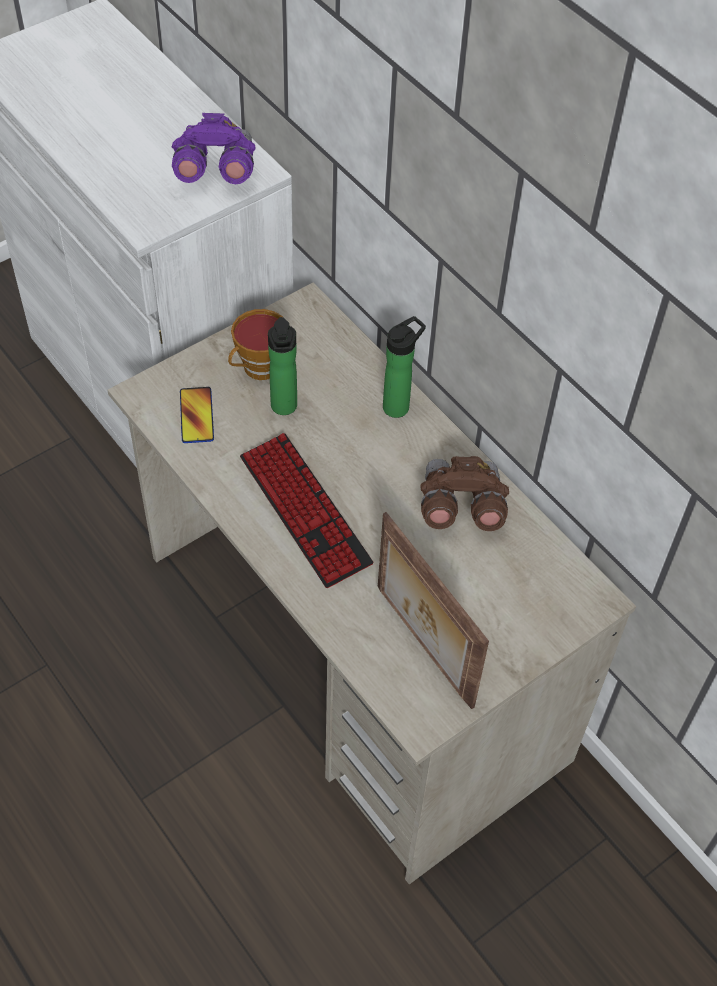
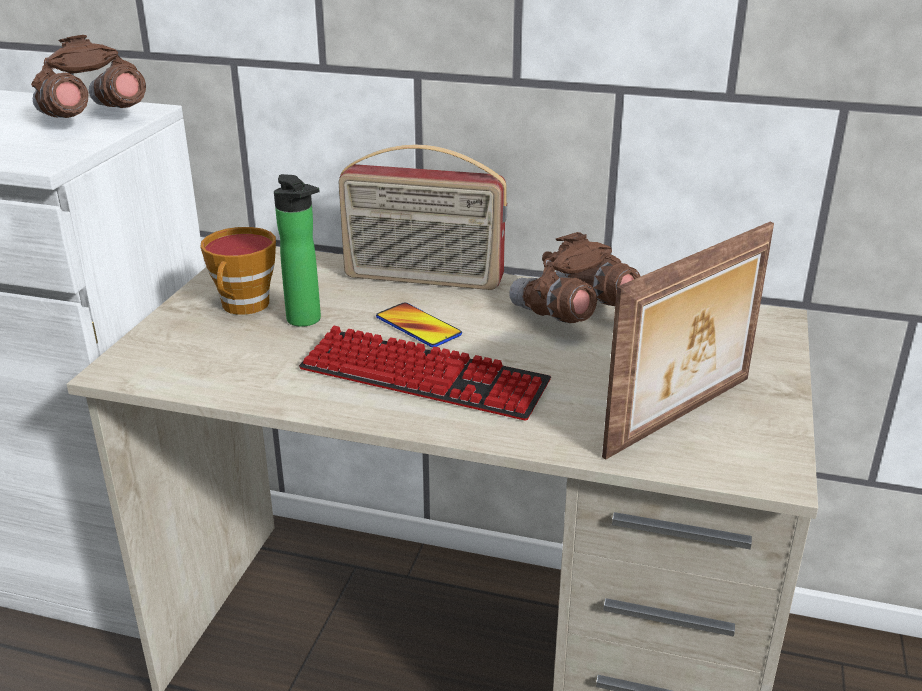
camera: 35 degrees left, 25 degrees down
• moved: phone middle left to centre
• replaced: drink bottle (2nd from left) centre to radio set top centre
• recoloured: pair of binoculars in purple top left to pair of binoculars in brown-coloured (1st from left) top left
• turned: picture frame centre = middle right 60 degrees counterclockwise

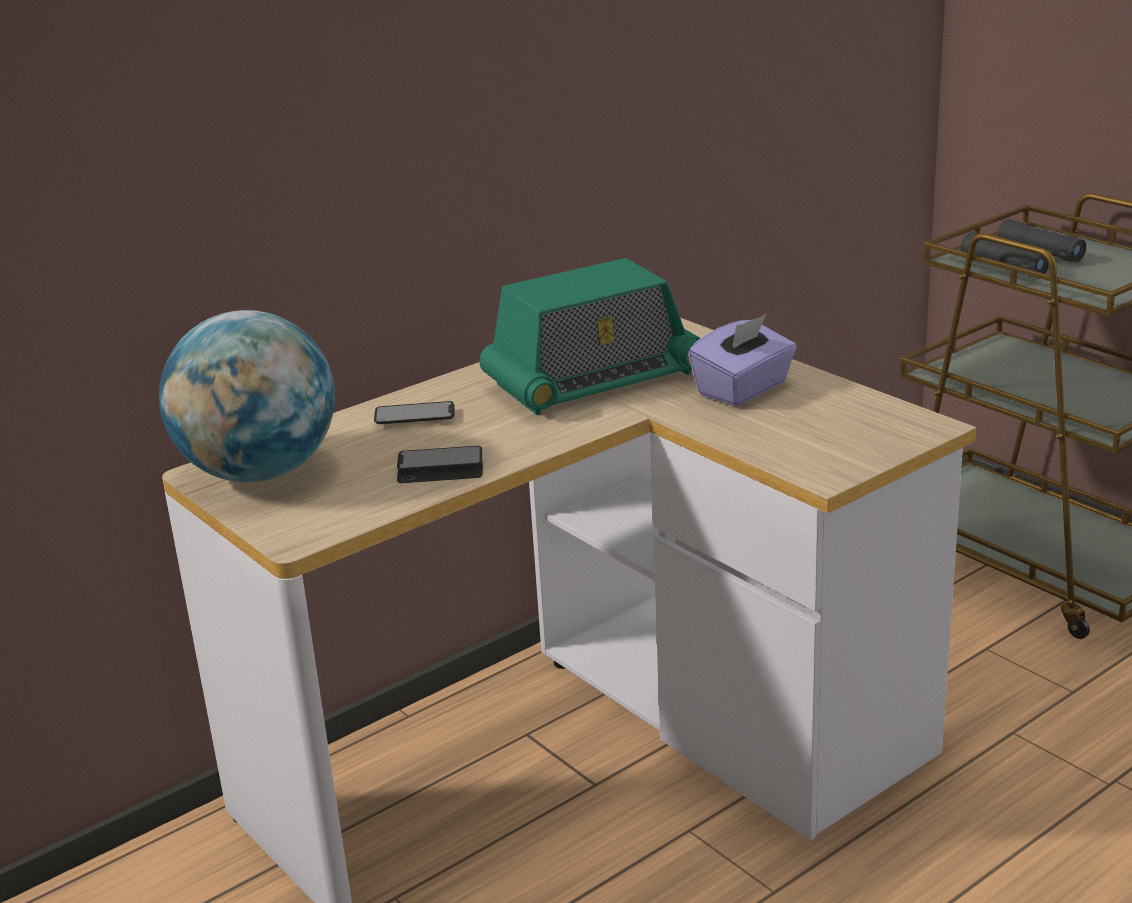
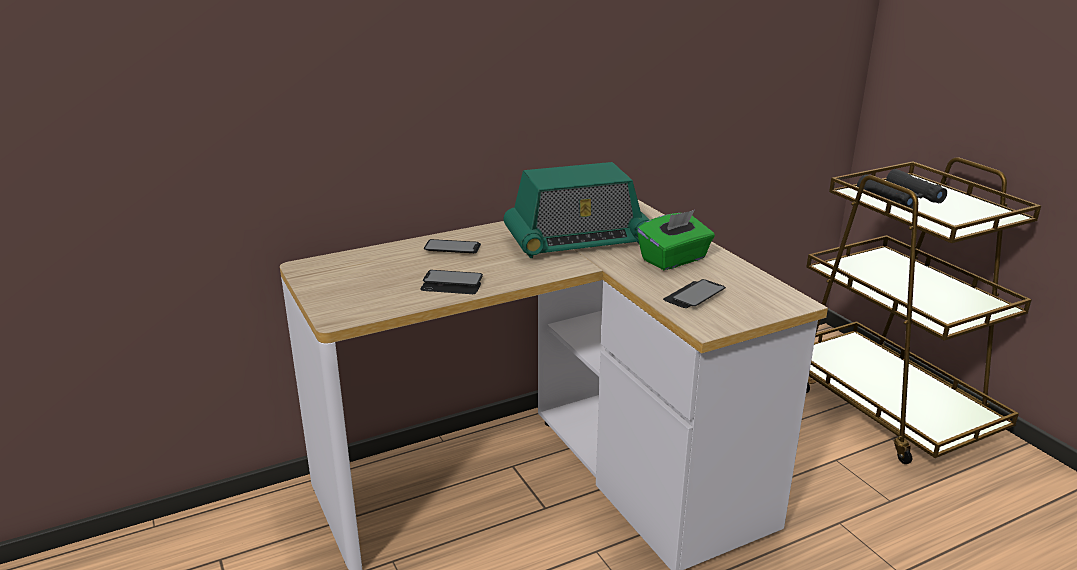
camera: 10 degrees right, 0 degrees up
• removed: desk globe middle left
• added: phone (3rd from left) centre
• recoloured: tissue box in purple centre to tissue box in green centre

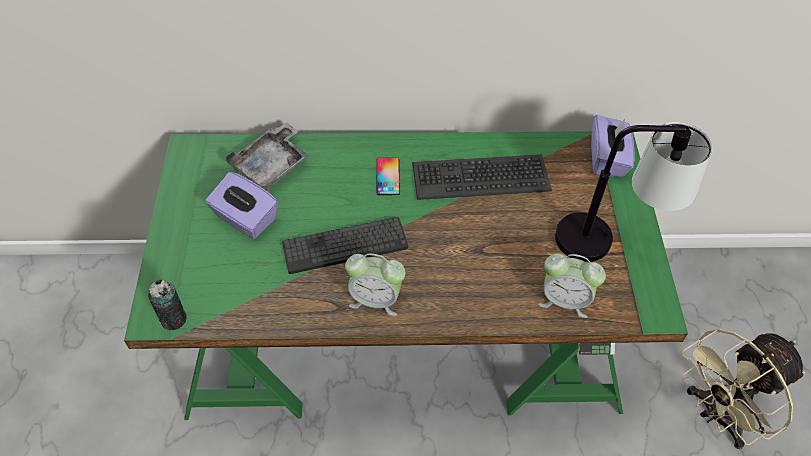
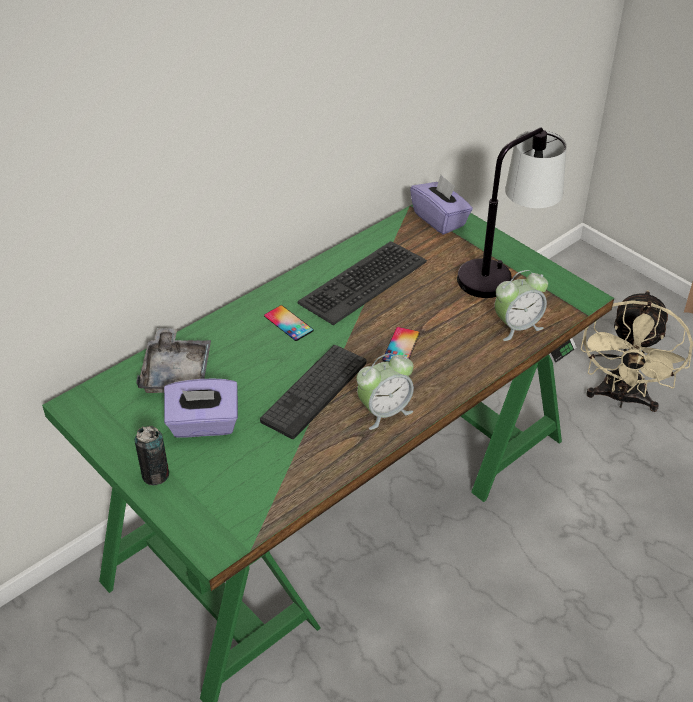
camera: 40 degrees left, 10 degrees down
• added: phone (2nd from left) centre
• moved: can bottom left to middle left

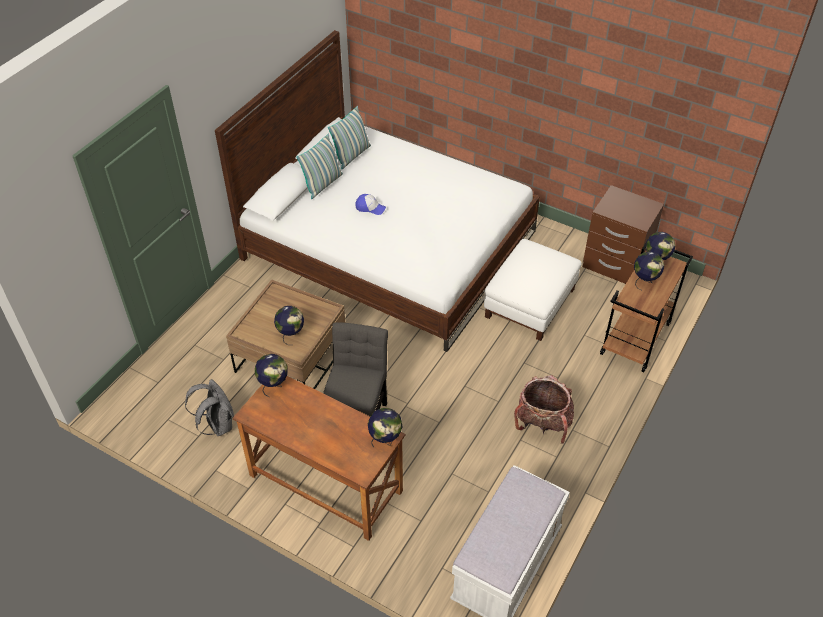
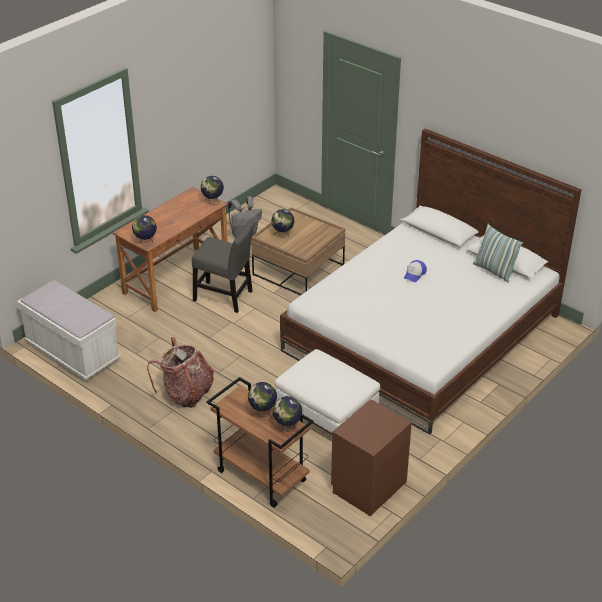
camera: 100 degrees right, 10 degrees down
• removed: throw pillow (1st from left) top centre

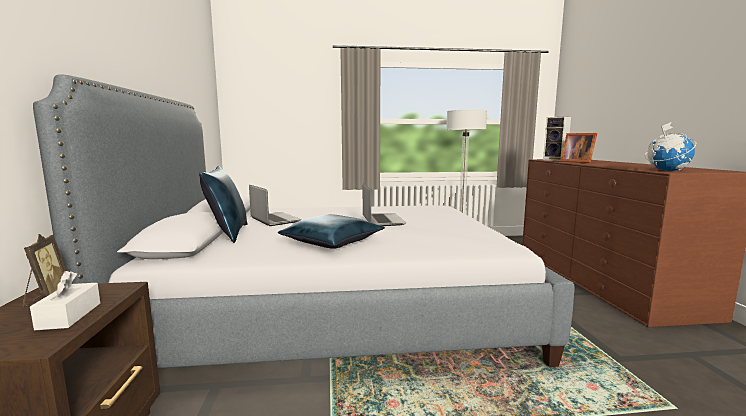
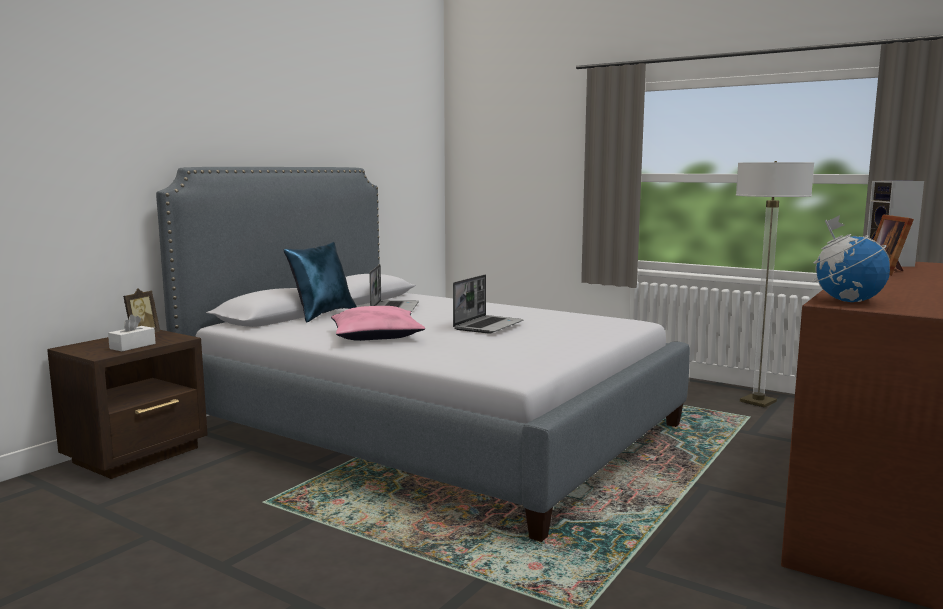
camera: 40 degrees right, 0 degrees up
• recoloured: throw pillow in blue-coloured (2nd from left) centre to throw pillow in pinkish centre

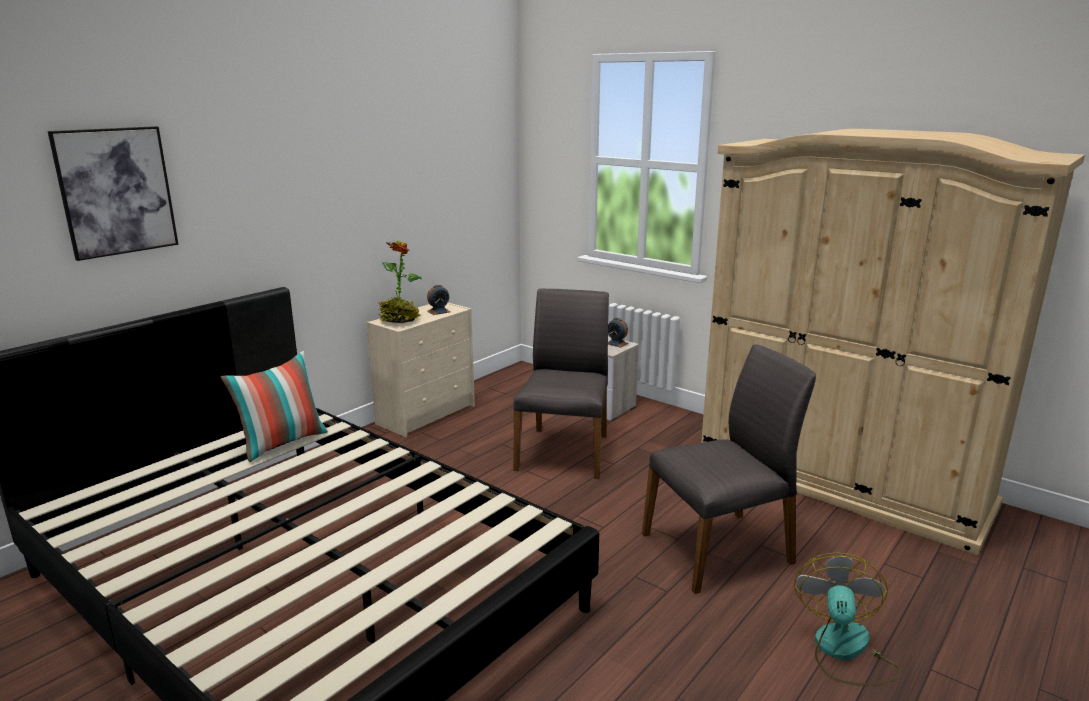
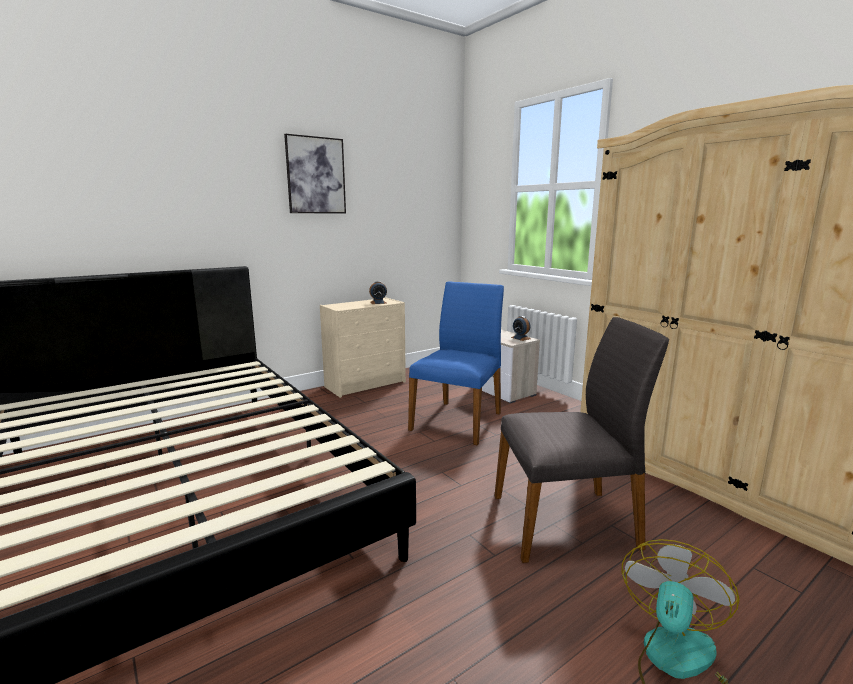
camera: 15 degrees right, 5 degrees down
• removed: throw pillow middle left
• removed: houseplant centre
• moved: wall art top left to top centre
• recoloured: upright chair in gray (1st from left) centre to upright chair in blue-coloured centre

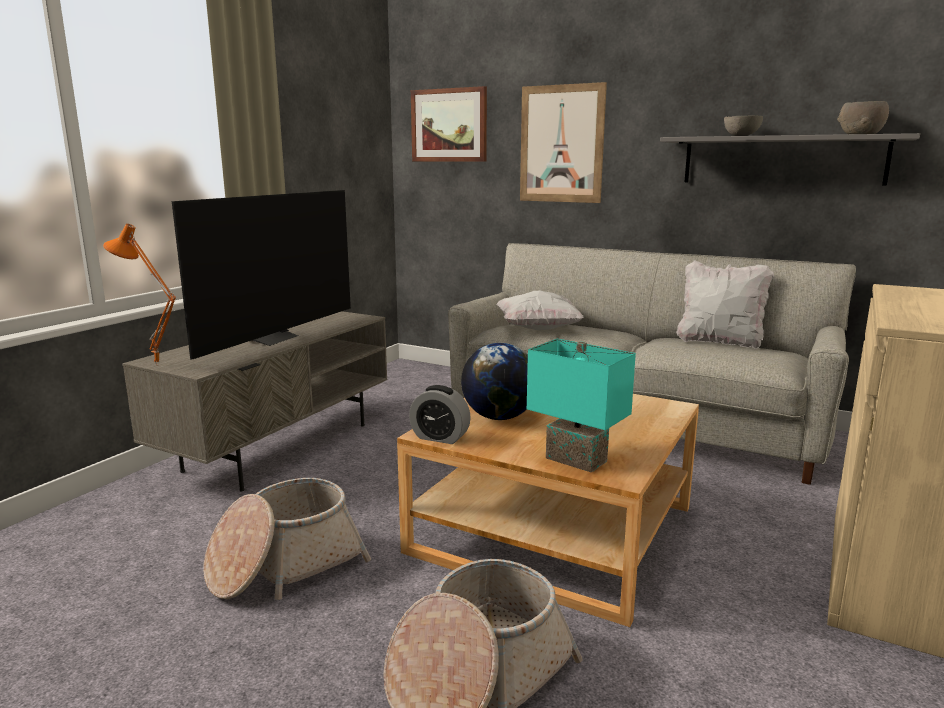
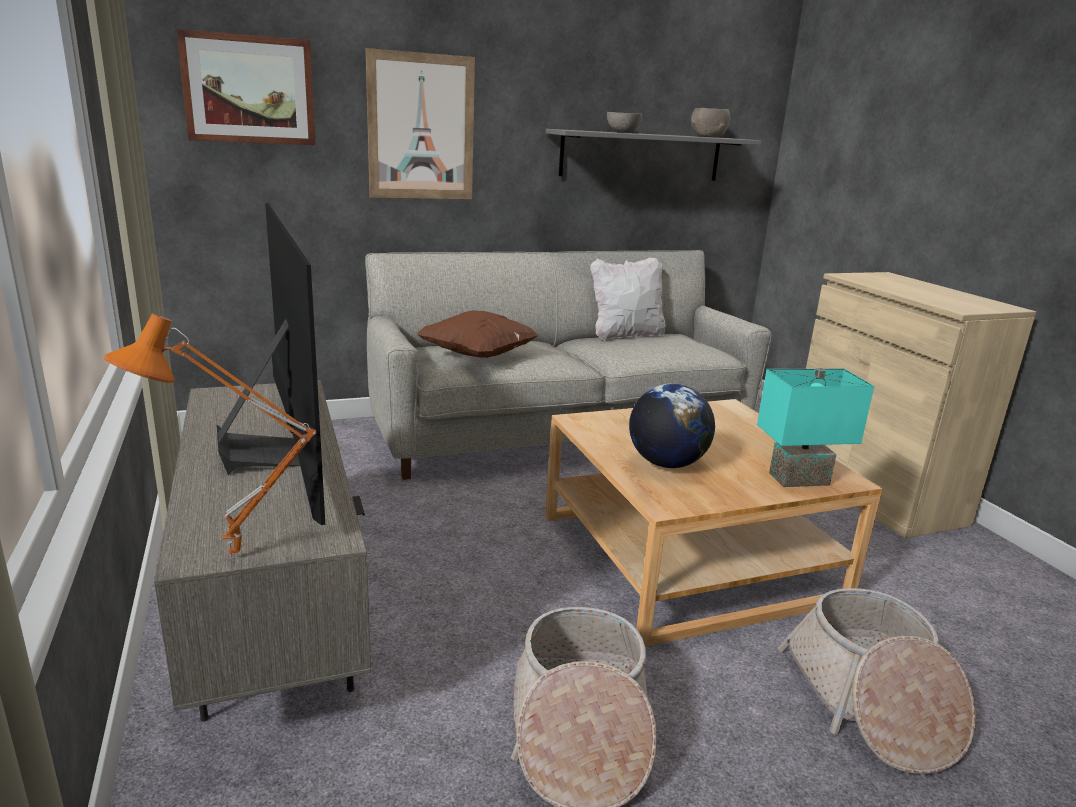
camera: 50 degrees left, 5 degrees up
• removed: alarm clock centre
• recoloured: throw pillow in white (1st from left) centre to throw pillow in brown-coloured centre

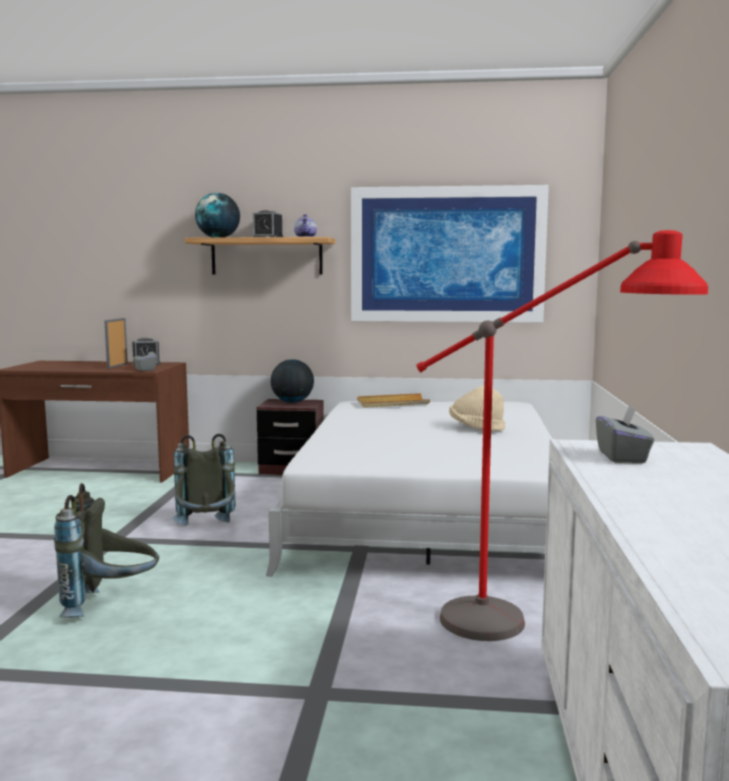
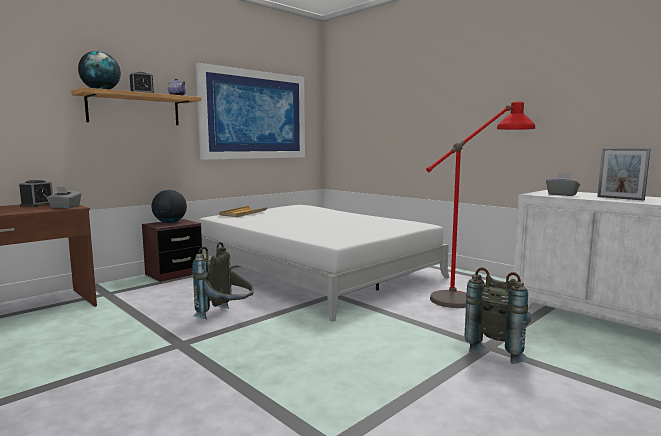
camera: 50 degrees left, 0 degrees up
• removed: clothing hat in sand-coloured centre
• moved: rucksack in gray (1st from left in the first image) bottom left to rucksack in gray (2nd from left) bottom right
• moved: picture frame middle left to middle right

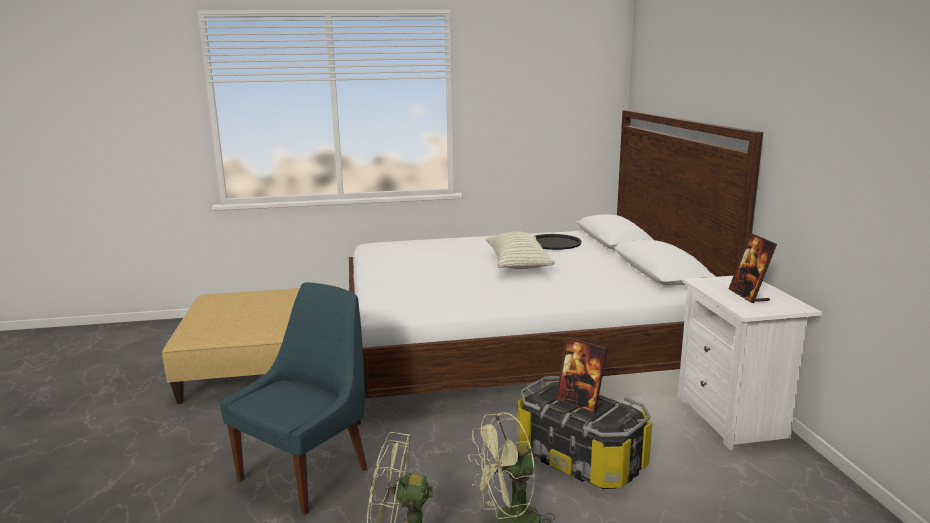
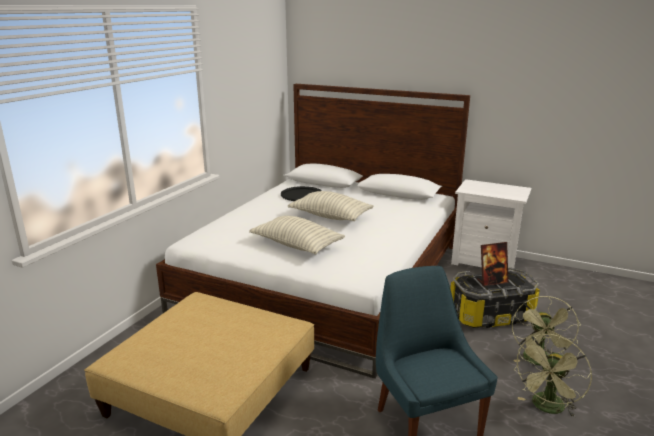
camera: 55 degrees left, 5 degrees up
• removed: picture frame (2nd from left) middle right
• added: throw pillow (1st from left) centre

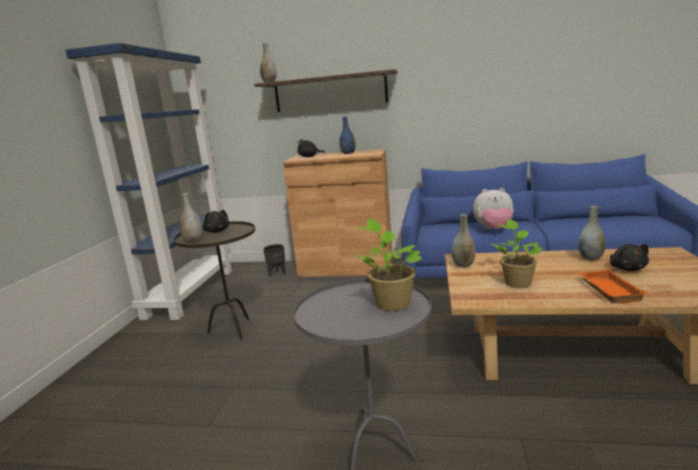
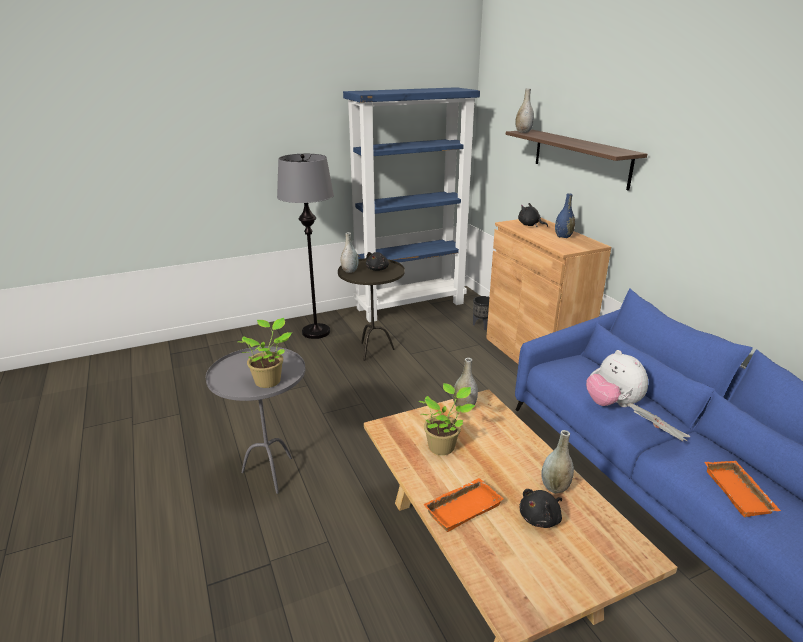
camera: 55 degrees right, 10 degrees up
• added: standard lamp in gray centre
• added: printed paper middle right
• added: serving tray in orangey (2nd from left) bottom right

